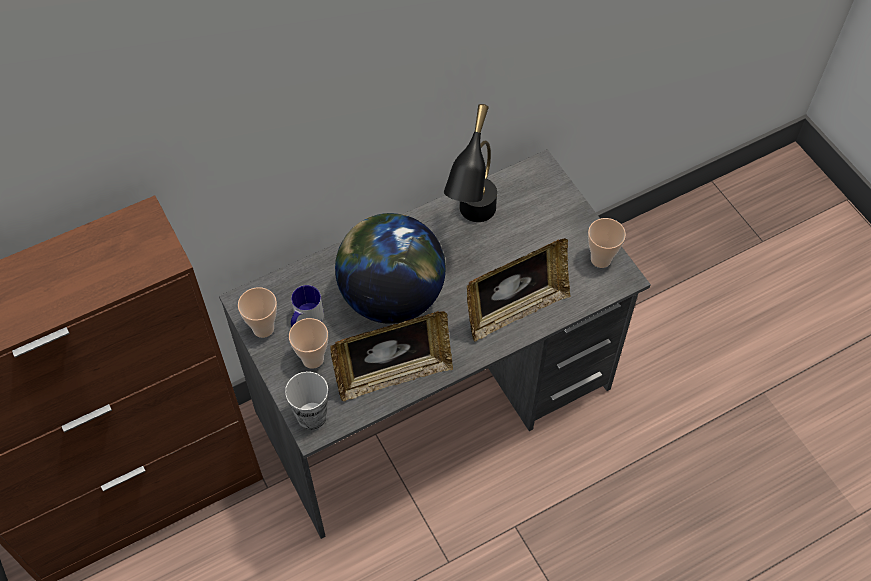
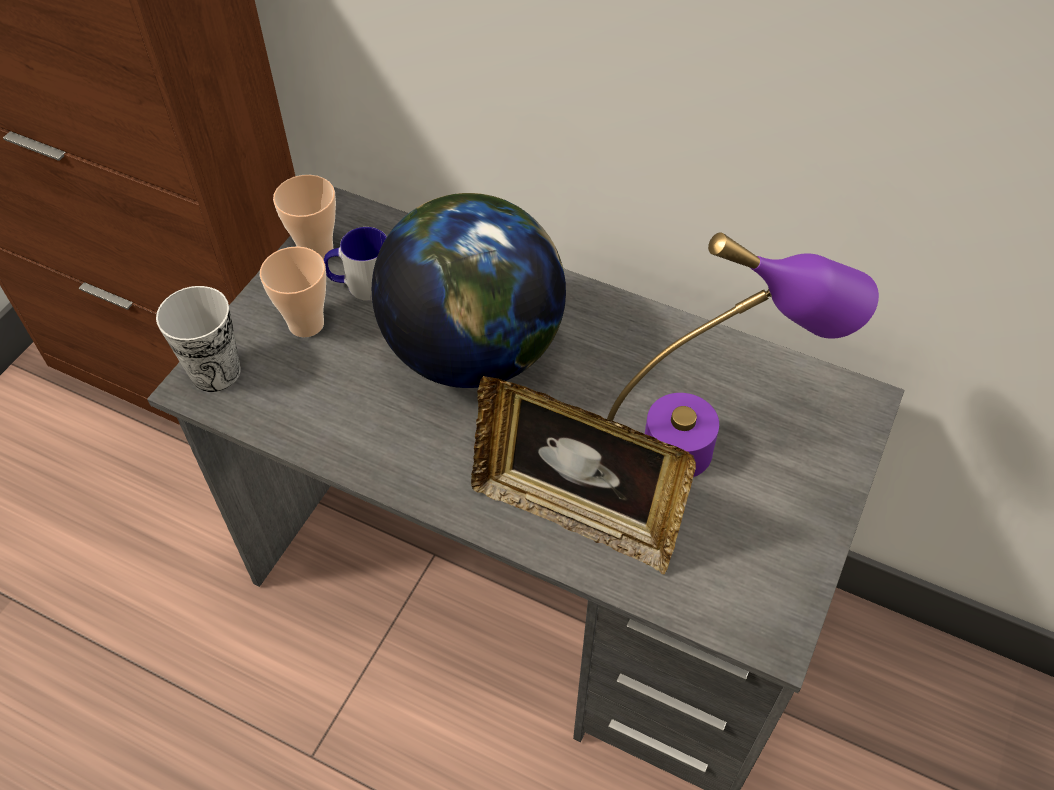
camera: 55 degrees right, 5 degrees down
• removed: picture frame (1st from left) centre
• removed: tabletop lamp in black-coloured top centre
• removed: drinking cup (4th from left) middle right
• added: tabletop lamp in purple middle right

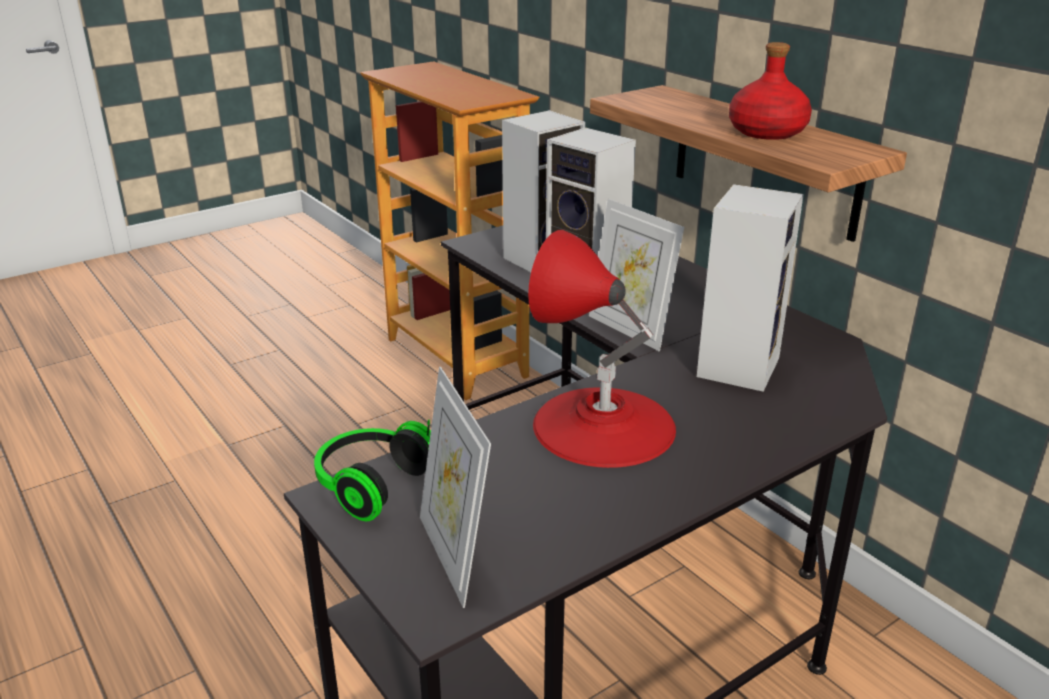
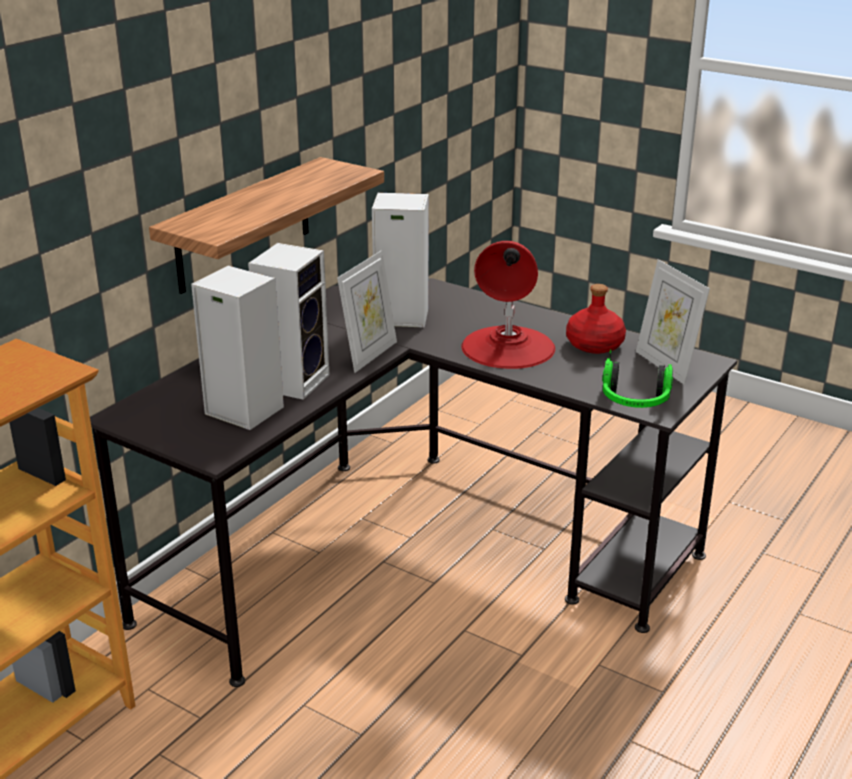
camera: 110 degrees left, 0 degrees up
• moved: drink bottle in red top right to middle right
• turned: picture frame (1st from left in the first image) bottom centre = middle right 105 degrees clockwise

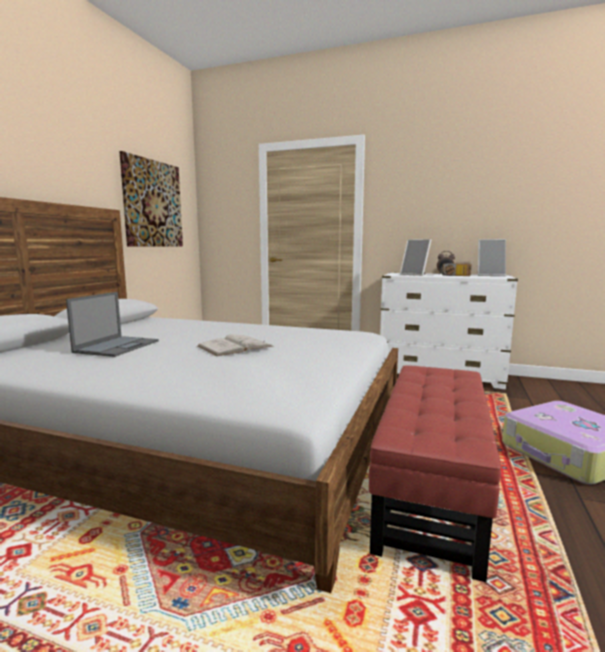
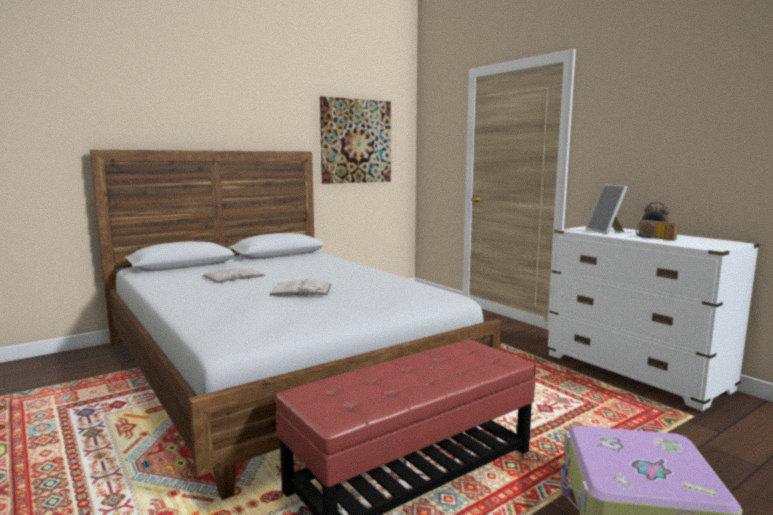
camera: 35 degrees right, 0 degrees up
• removed: picture frame (2nd from left) middle right
• replaced: laptop middle left to bound book in white (1st from left) middle left

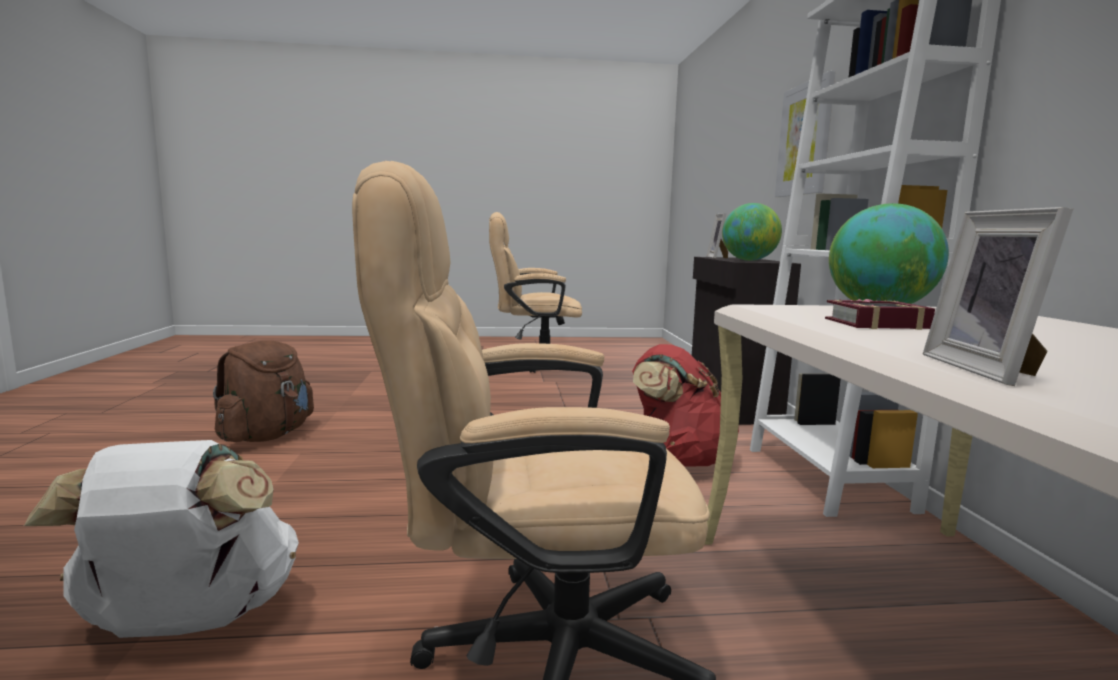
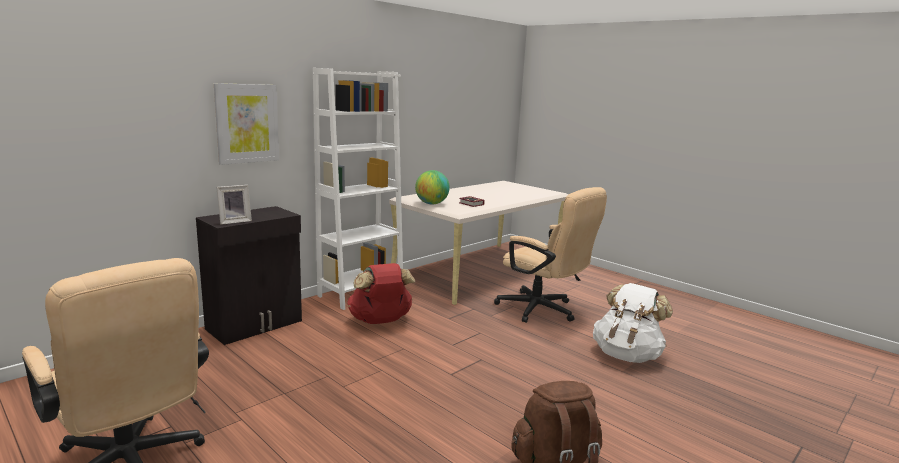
camera: 130 degrees left, 5 degrees up
• removed: desk globe (1st from left) middle right
• removed: picture frame (2nd from left) middle right

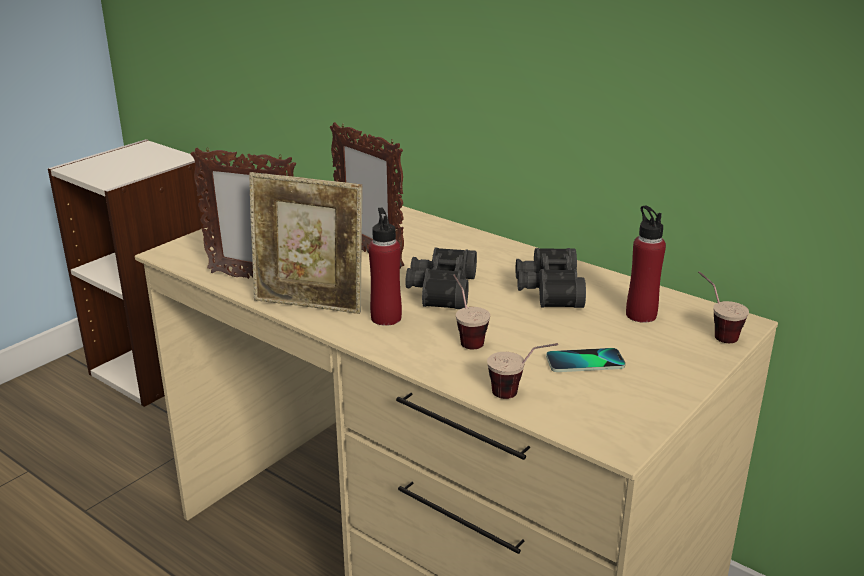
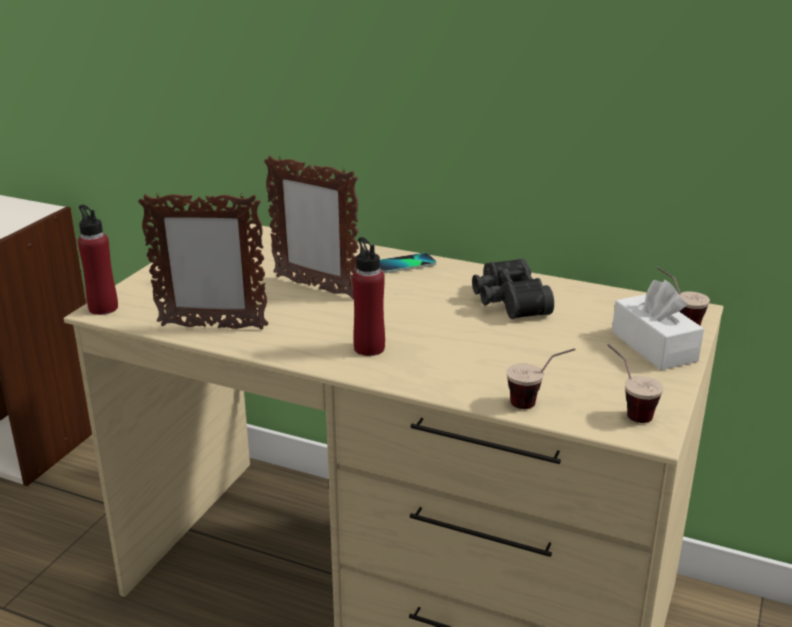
camera: 15 degrees left, 0 degrees up
• removed: picture frame (2nd from left) centre
• removed: pair of binoculars in black-coloured (1st from left) centre
• added: tissue box in white middle right
• moved: drinking cup (1st from left in the first image) centre to drinking cup (2nd from left) middle right
• moved: phone middle right to centre
• moved: drink bottle in red (2nd from left in the first image) middle right to drink bottle in red (1st from left) middle left

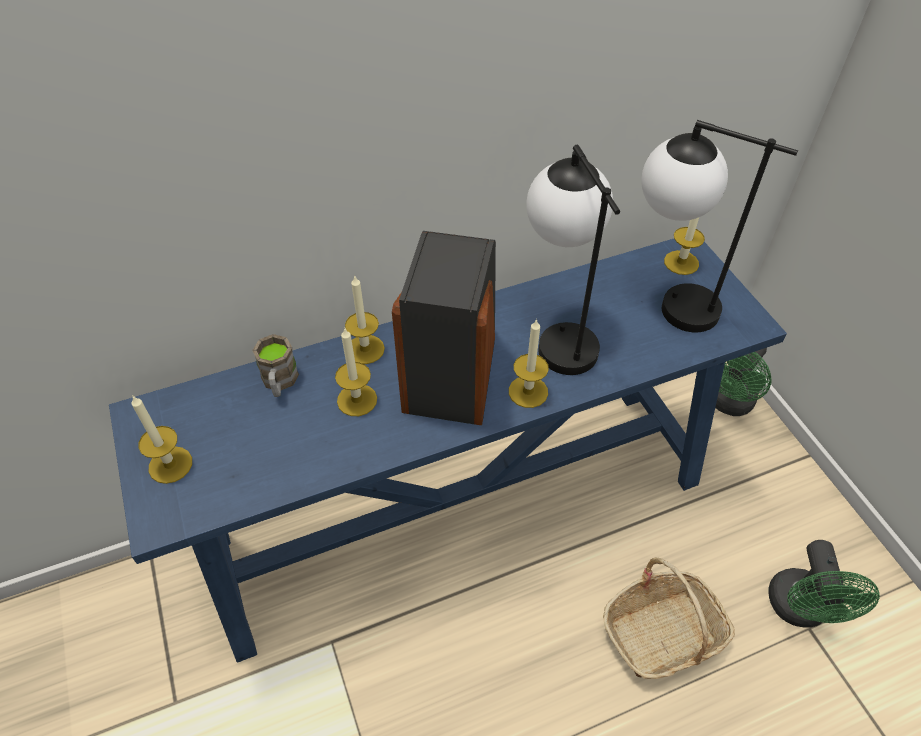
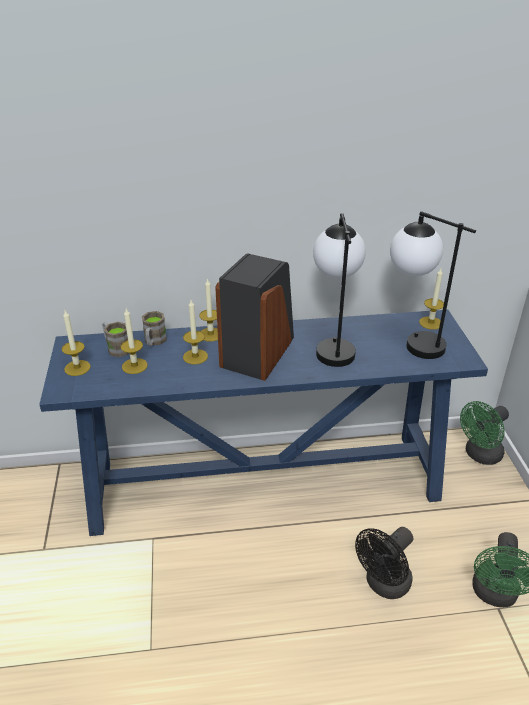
camera: 15 degrees right, 15 degrees down
• added: coffee mug in brown-coloured (1st from left) middle left
• moved: wax candle (4th from left in the first image) centre to wax candle (2nd from left) middle left
• replaced: household basket bottom right to fan in black-coloured bottom right

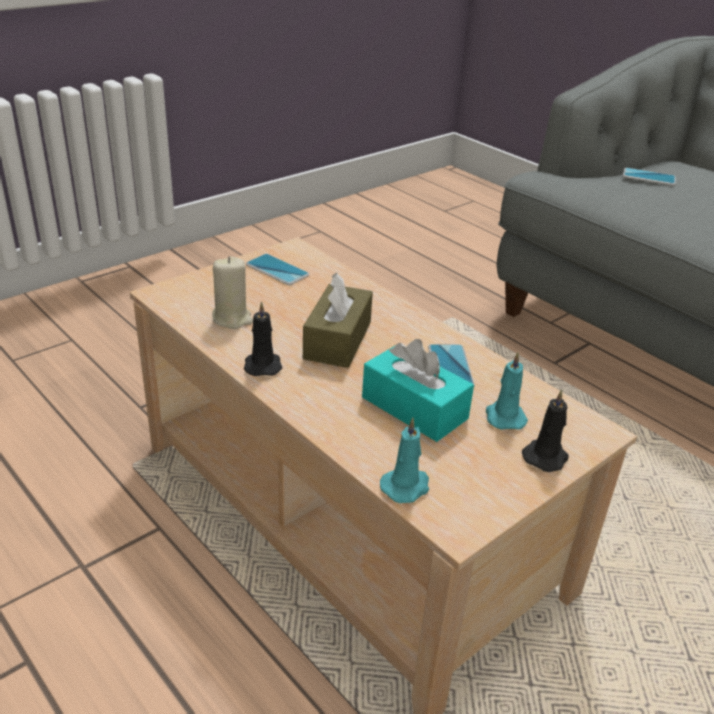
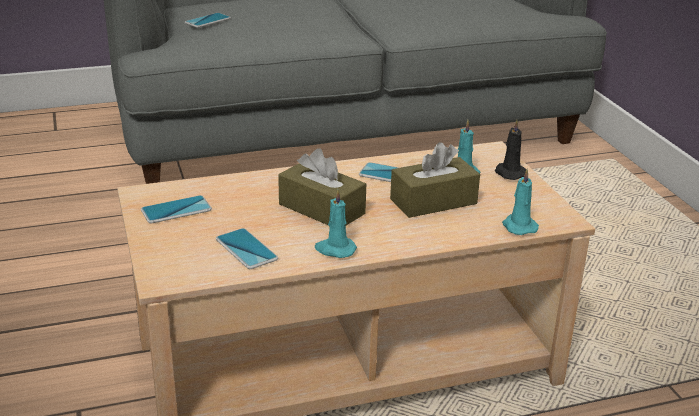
camera: 65 degrees left, 5 degrees down
• replaced: wax candle in sand-coloured middle left to phone (3rd from left) centre
• recoloured: wax candle in black-coloured (1st from left) centre to wax candle in turquoise (1st from left) centre
• recoloured: tissue box in turquoise centre to tissue box in brown-coloured (2nd from left) centre

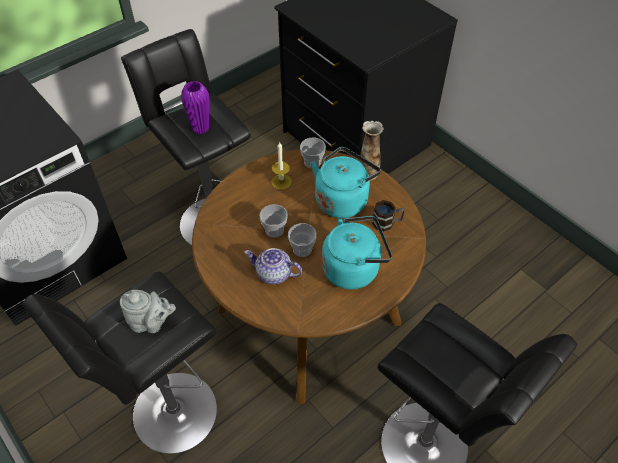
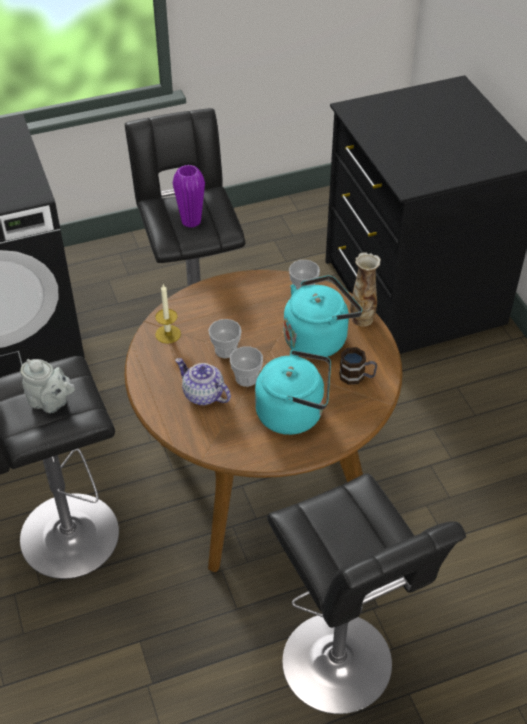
camera: 20 degrees right, 5 degrees down
• moved: wax candle centre to middle left

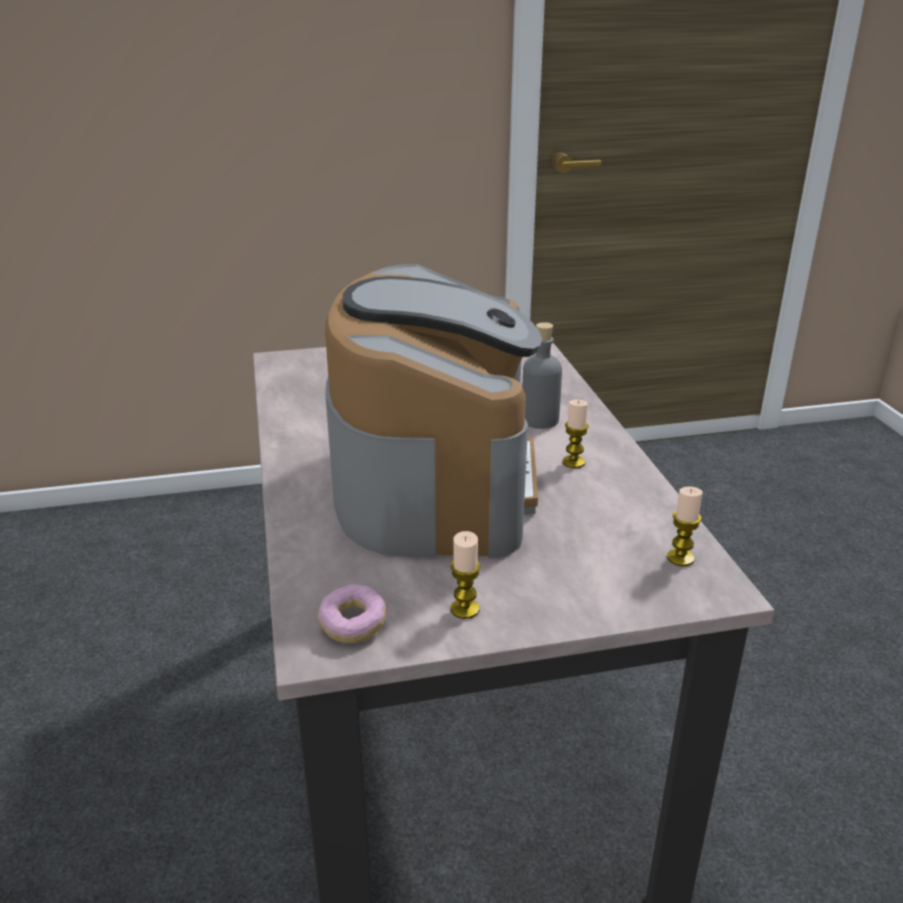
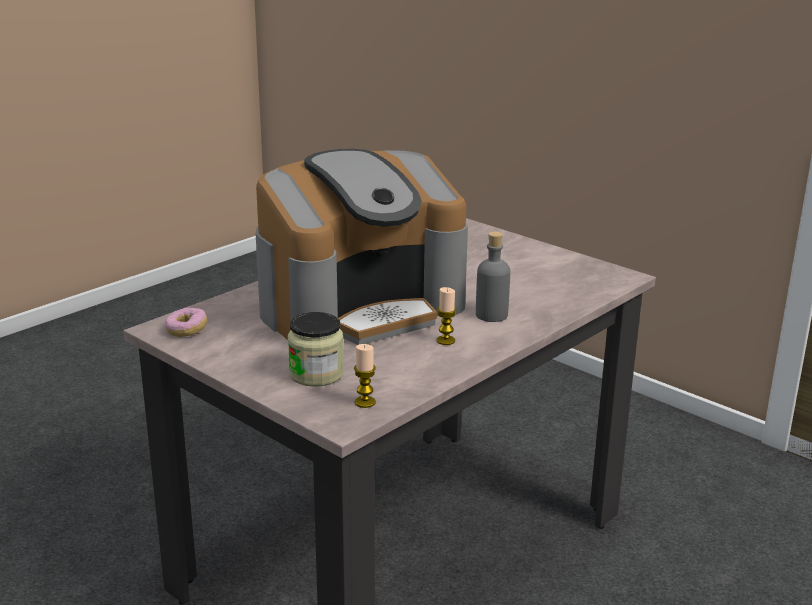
camera: 55 degrees right, 5 degrees down
• removed: wax candle (1st from left) centre
• added: jar centre

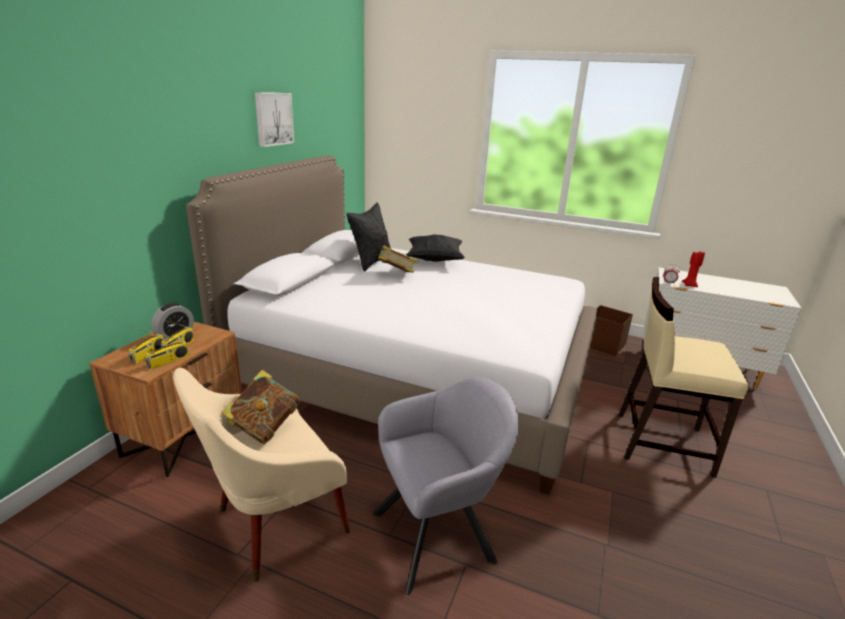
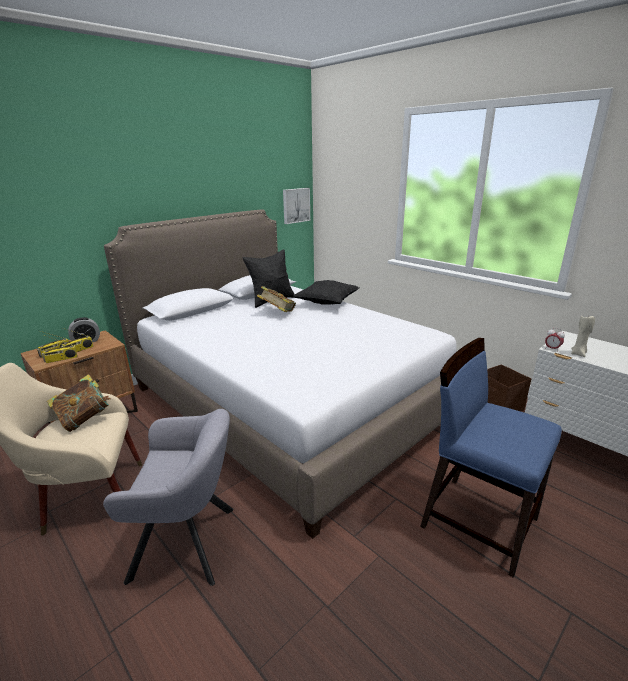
camera: 25 degrees right, 0 degrees up
• moved: wall art top left to top centre
• recoloured: upright chair in sand-coloured middle right to upright chair in blue-coloured bottom right
• recoloured: wax candle in red middle right to wax candle in sand-coloured middle right

